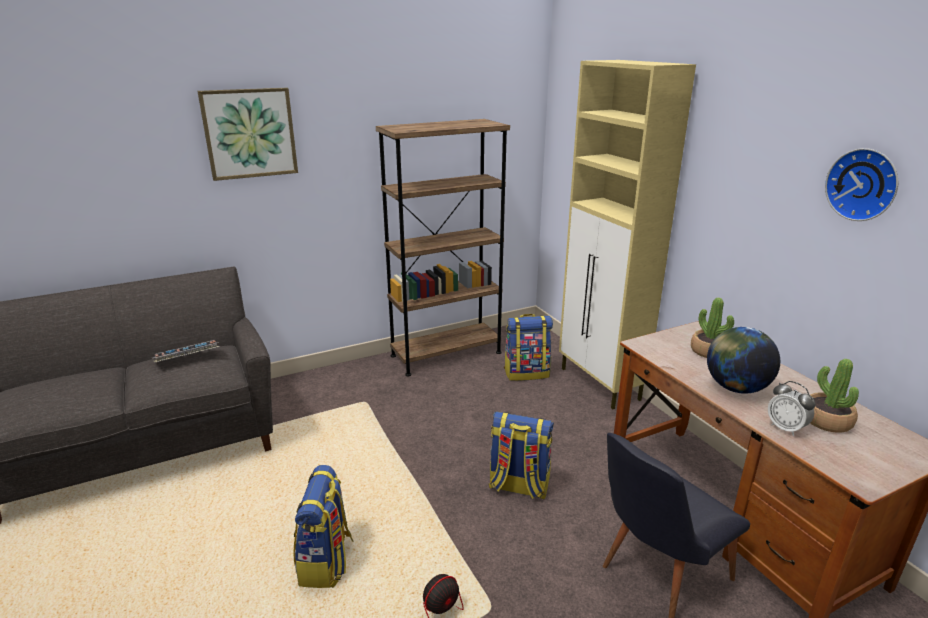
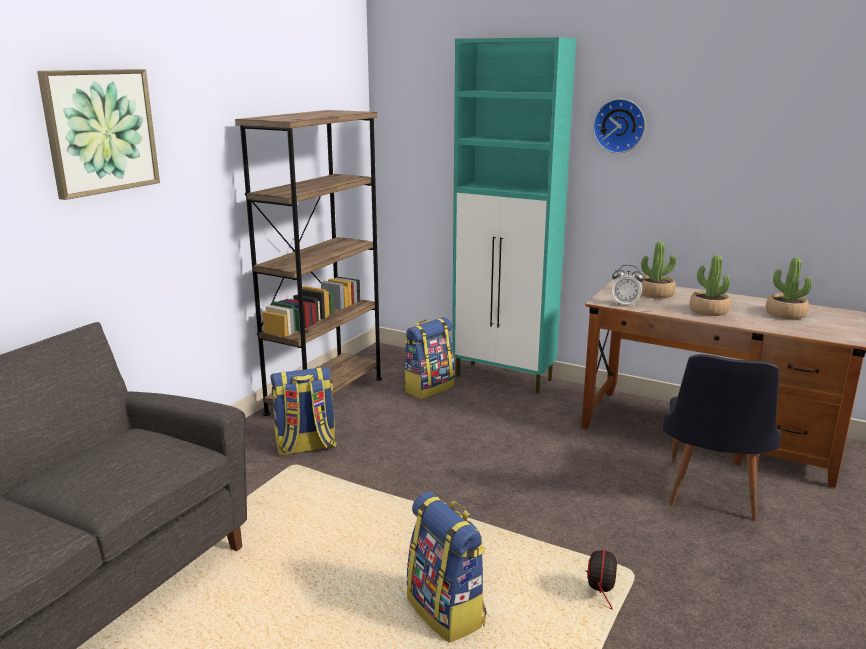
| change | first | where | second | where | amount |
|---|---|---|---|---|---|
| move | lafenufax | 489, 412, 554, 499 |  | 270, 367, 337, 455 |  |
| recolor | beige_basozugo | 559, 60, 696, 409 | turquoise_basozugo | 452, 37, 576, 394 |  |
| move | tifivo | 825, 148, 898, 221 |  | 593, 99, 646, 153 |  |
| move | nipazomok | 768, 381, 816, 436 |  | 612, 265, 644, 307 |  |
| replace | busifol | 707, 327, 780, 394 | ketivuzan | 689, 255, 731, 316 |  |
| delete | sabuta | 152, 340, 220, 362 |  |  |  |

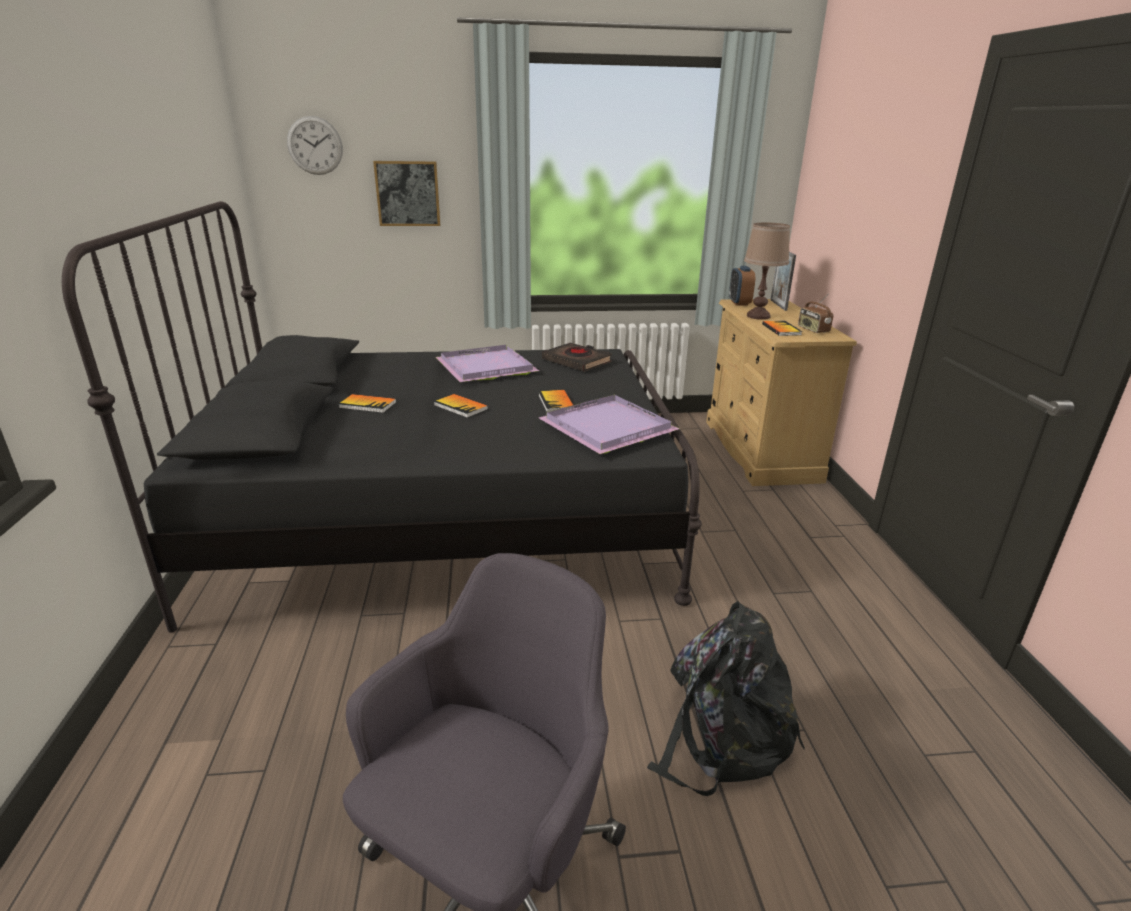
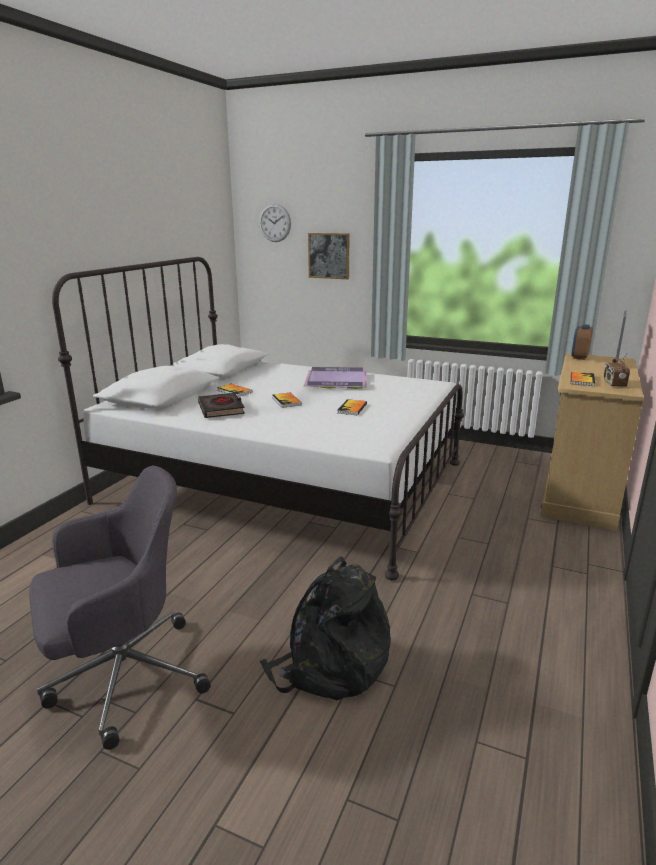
| change | first | where | second | where | amount |
|---|---|---|---|---|---|
| recolor | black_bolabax | 62, 201, 702, 633 | white_bolabax | 52, 257, 464, 580 |  |
| move | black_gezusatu | 542, 343, 612, 372 |  | 198, 393, 245, 418 |  |
| delete | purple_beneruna | 539, 395, 679, 454 |  |  |  |
| delete | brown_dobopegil | 744, 223, 790, 320 |  |  |  |

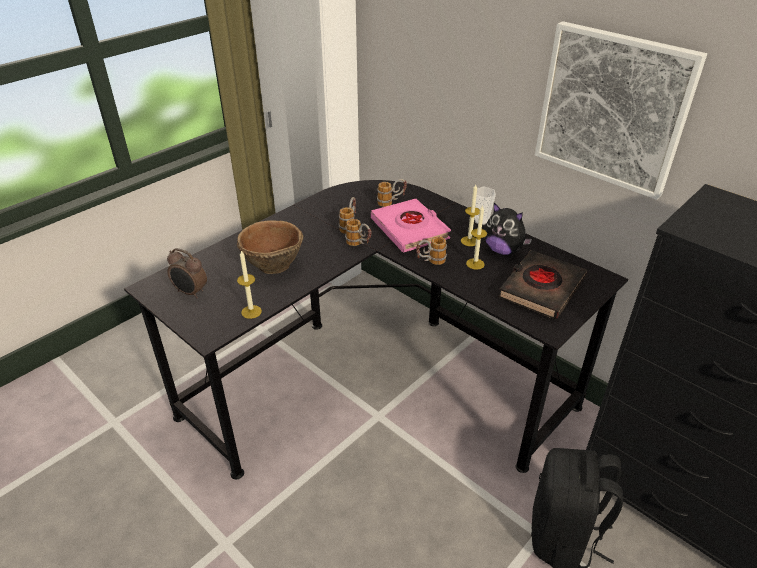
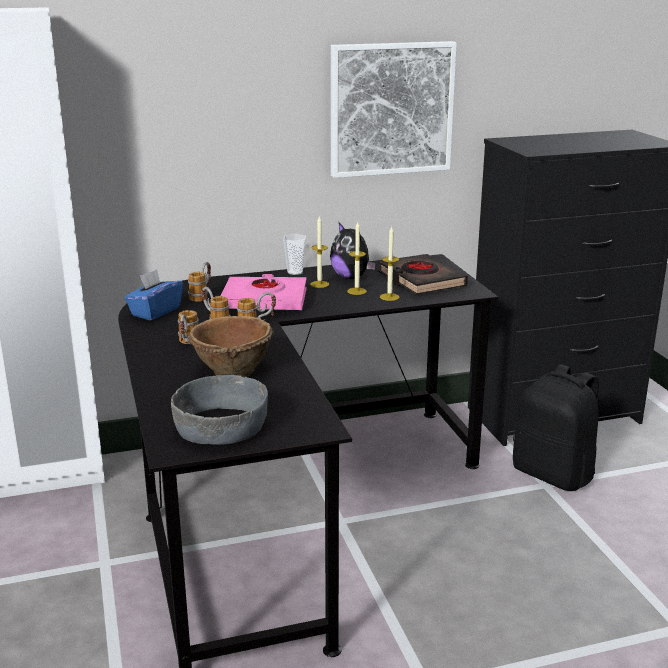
| change | first | where | second | where | amount |
|---|---|---|---|---|---|
| insert |  |  | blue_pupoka | 124, 269, 183, 321 |  |
| replace | nipazomok | 167, 248, 207, 298 | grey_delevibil | 171, 375, 268, 445 |  |
| move | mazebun | 416, 237, 447, 265 |  | 178, 310, 199, 344 |  |
| rotate | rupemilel | 485, 203, 532, 255 |  | 330, 223, 376, 279 | 75 degrees clockwise |
| move | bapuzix | 237, 251, 262, 319 |  | 380, 226, 399, 301 |  |

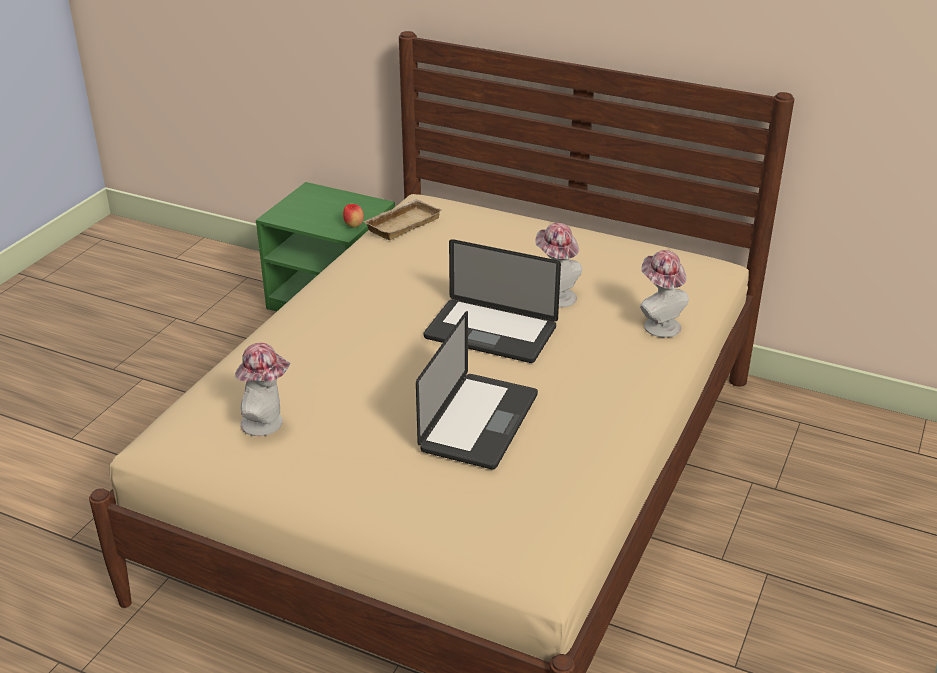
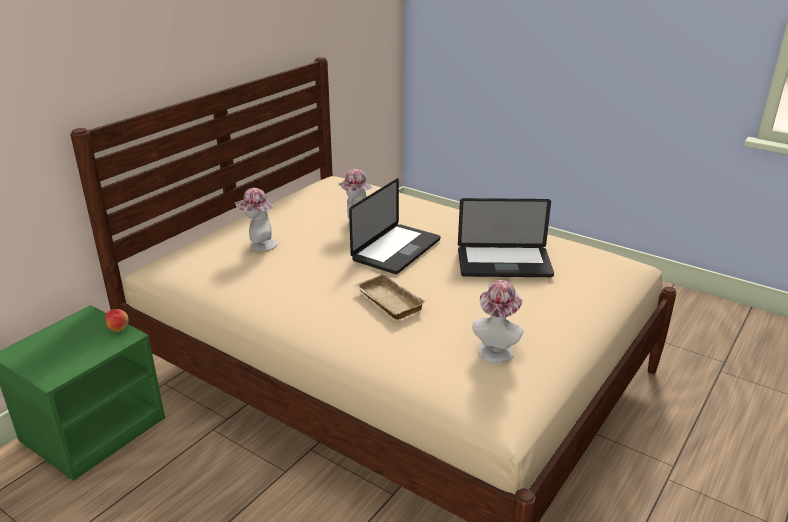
| change | first | where | second | where | amount |
|---|---|---|---|---|---|
| move | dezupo | 640, 250, 689, 338 |  | 235, 188, 277, 251 |  |
| move | beige_beneruna | 362, 199, 442, 240 |  | 354, 274, 426, 320 |  |
| rotate | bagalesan | 416, 311, 538, 470 |  | 458, 198, 554, 277 | 150 degrees clockwise |

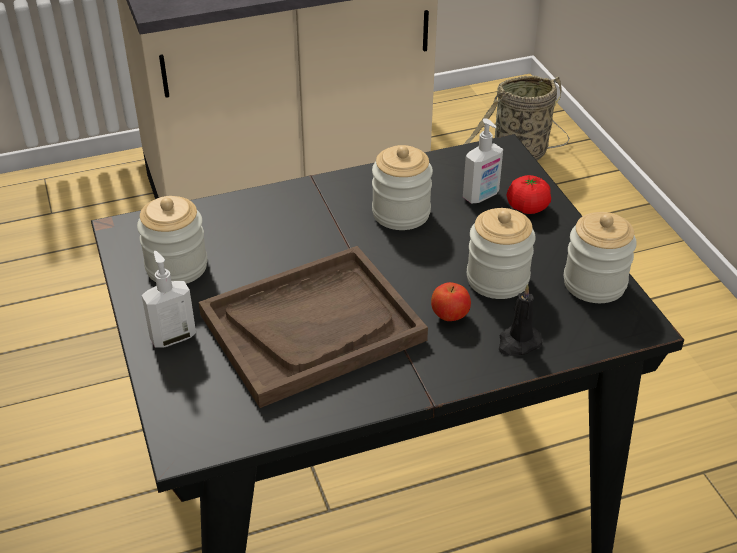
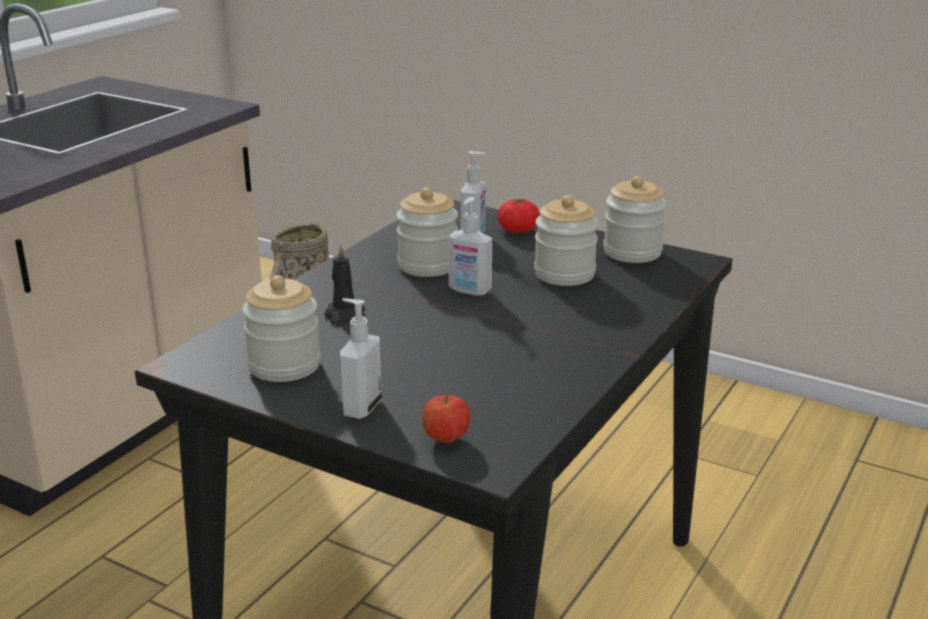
| change | first | where | second | where | amount |
|---|---|---|---|---|---|
| move | black_bapuzix | 499, 284, 543, 356 |  | 324, 244, 365, 325 |  |
| move | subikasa | 431, 282, 471, 321 |  | 423, 395, 470, 443 |  |
| insert |  |  | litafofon | 448, 197, 492, 296 |  |
| delete | brown_beneruna | 199, 246, 428, 408 |  |  |  |

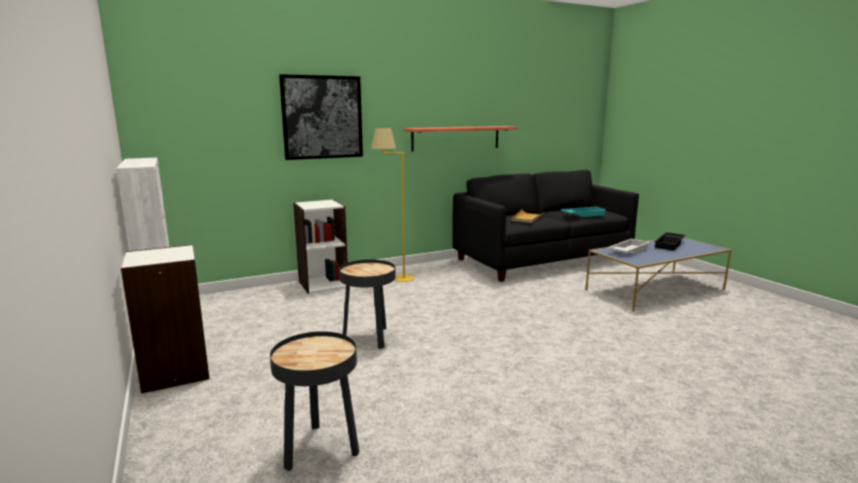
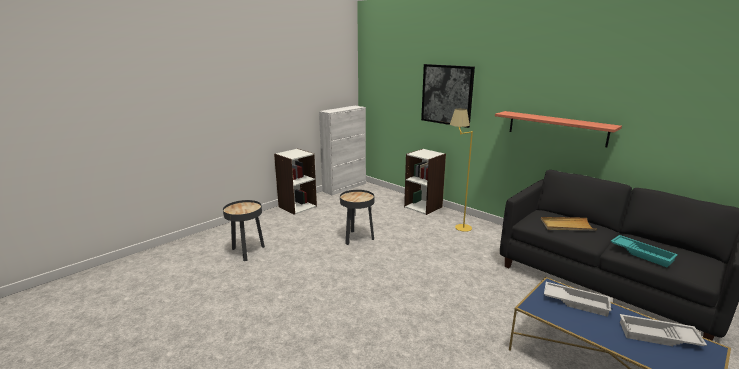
| change | first | where | second | where | amount |
|---|---|---|---|---|---|
| recolor | black_beneruna | 654, 232, 686, 251 | white_beneruna | 620, 314, 707, 346 |  |

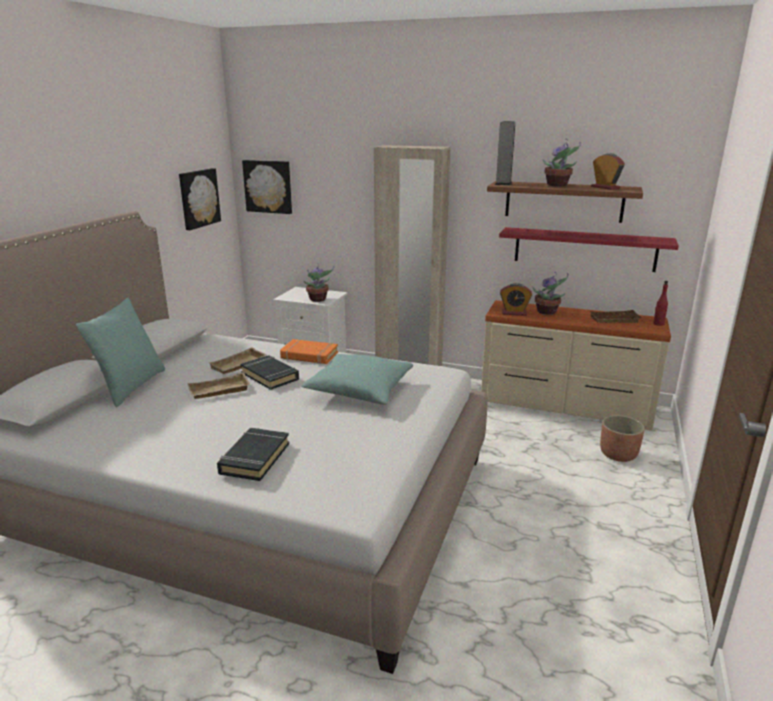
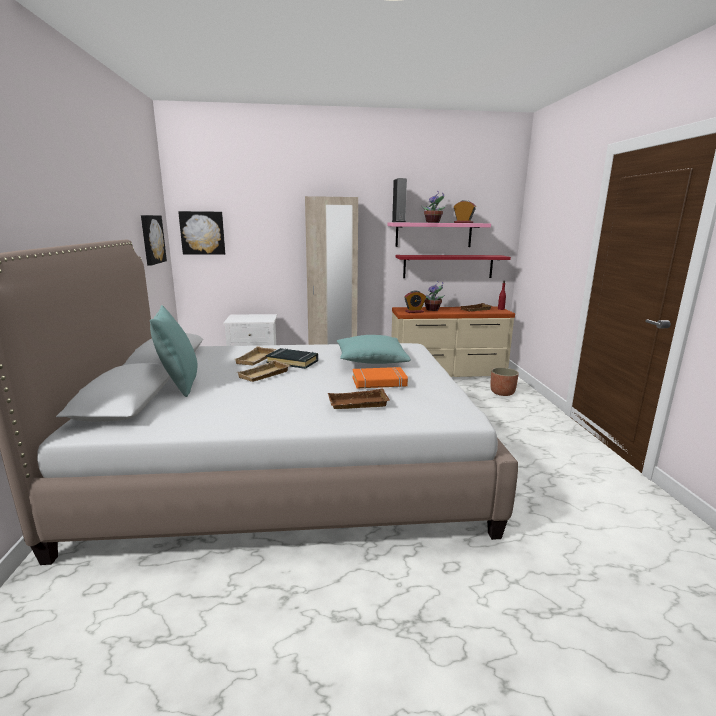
| change | first | where | second | where | amount |
|---|---|---|---|---|---|
| replace | black_gezusatu | 217, 428, 290, 481 | brown_beneruna | 328, 388, 389, 409 |  |
| move | orange_gezusatu | 280, 339, 338, 364 |  | 353, 367, 408, 389 |  |
| recolor | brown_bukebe | 487, 181, 643, 223 | pink_bukebe | 388, 222, 491, 247 |  |
| delete | ketivuzan | 303, 263, 334, 302 |  |  |  |

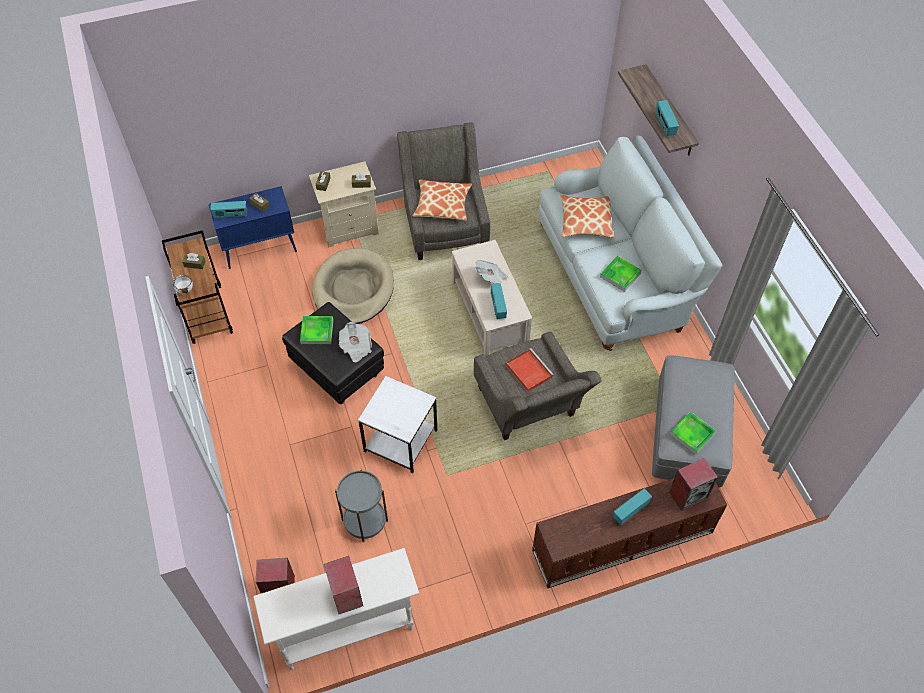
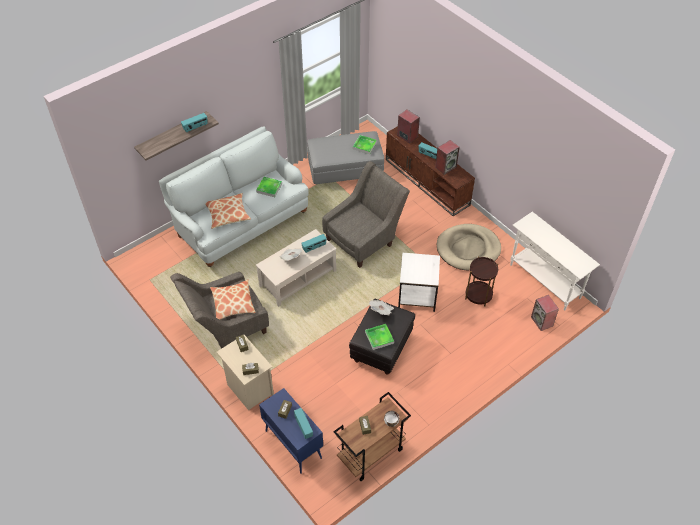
| change | first | where | second | where | amount |
|---|---|---|---|---|---|
| move | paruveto | 324, 556, 363, 614 |  | 435, 140, 459, 175 |  |
| move | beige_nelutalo | 312, 248, 394, 324 |  | 437, 224, 501, 270 |  |
| recolor | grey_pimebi | 335, 469, 388, 542 | brown_pimebi | 465, 256, 498, 307 |  |
| delete | red_beneruna | 506, 348, 554, 392 |  |  |  |

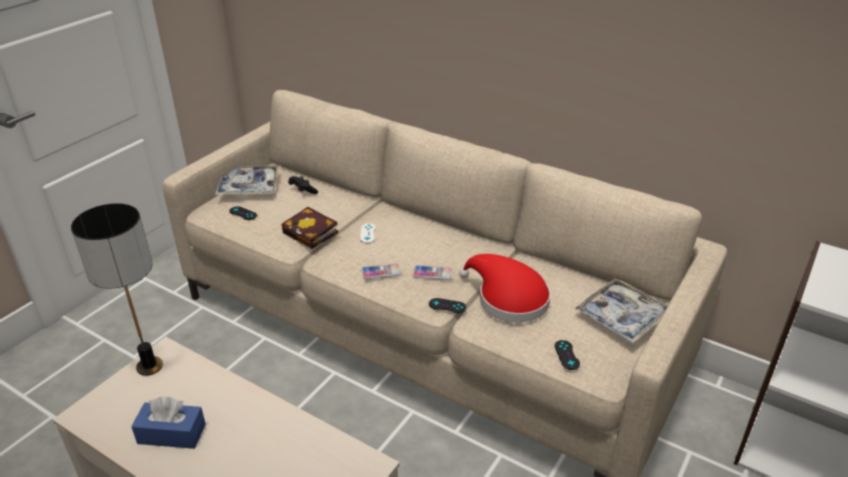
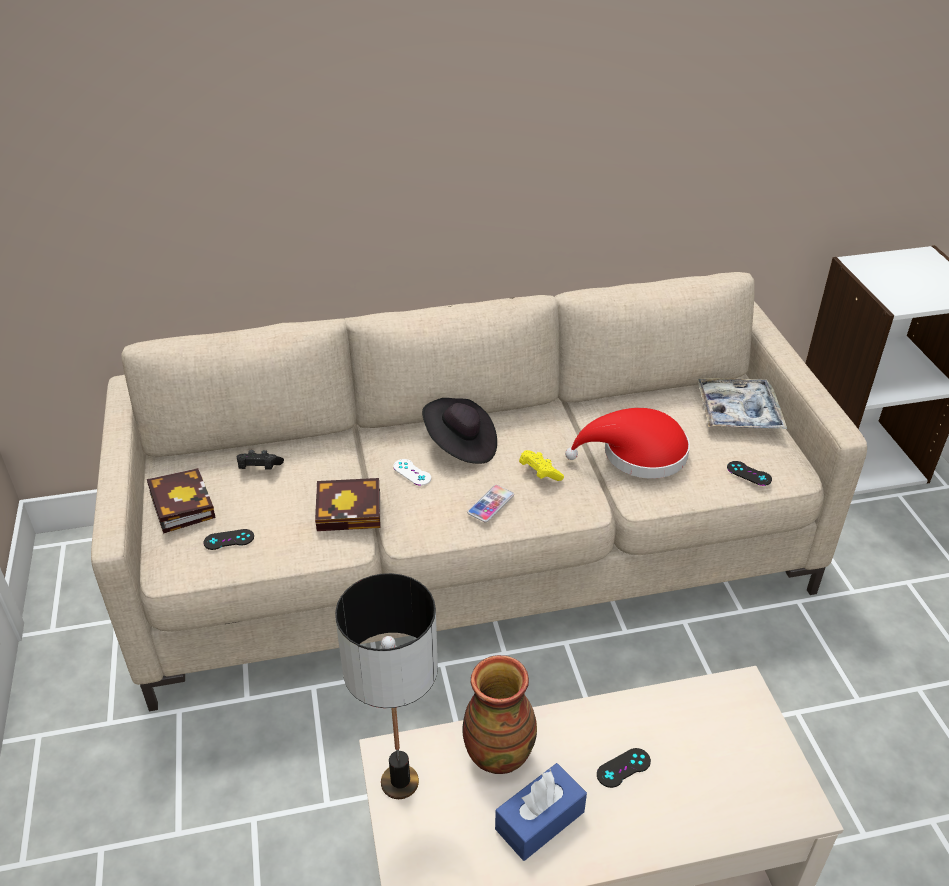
| change | first | where | second | where | amount |
|---|---|---|---|---|---|
| replace | beneruna | 215, 166, 279, 195 | gezusatu | 147, 468, 216, 534 |  |
| insert |  |  | black_dezupo | 422, 398, 497, 464 |  |
| insert |  |  | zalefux | 462, 655, 537, 774 |  |
| replace | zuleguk | 413, 265, 453, 280 | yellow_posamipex | 519, 450, 564, 481 |  |
| move | black_posamipex | 429, 298, 466, 313 |  | 597, 748, 651, 788 |  |

